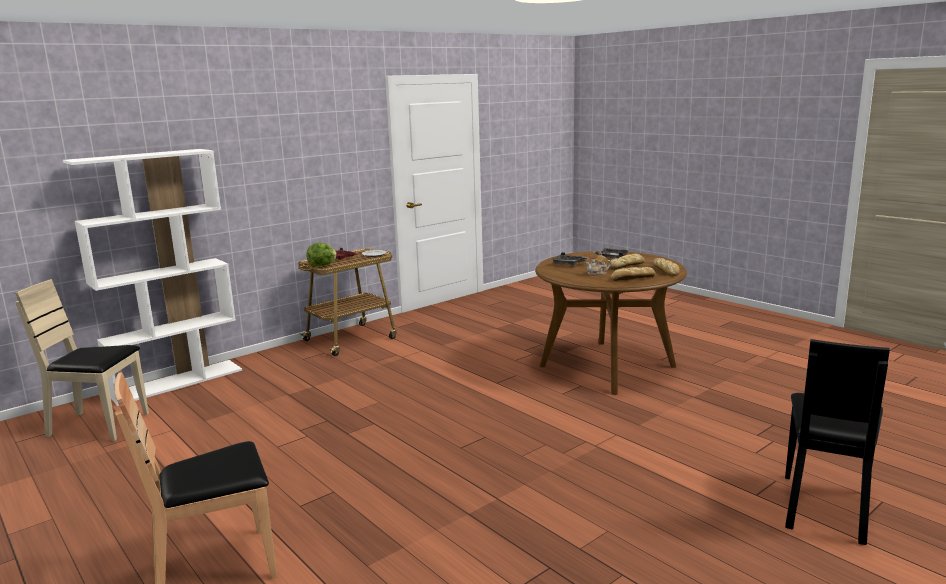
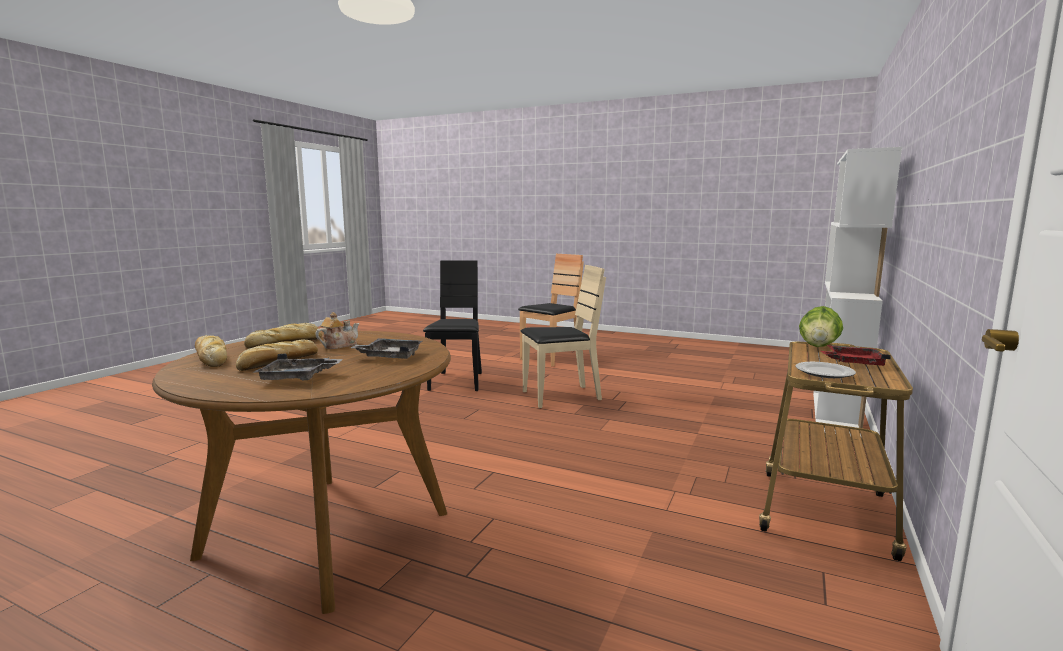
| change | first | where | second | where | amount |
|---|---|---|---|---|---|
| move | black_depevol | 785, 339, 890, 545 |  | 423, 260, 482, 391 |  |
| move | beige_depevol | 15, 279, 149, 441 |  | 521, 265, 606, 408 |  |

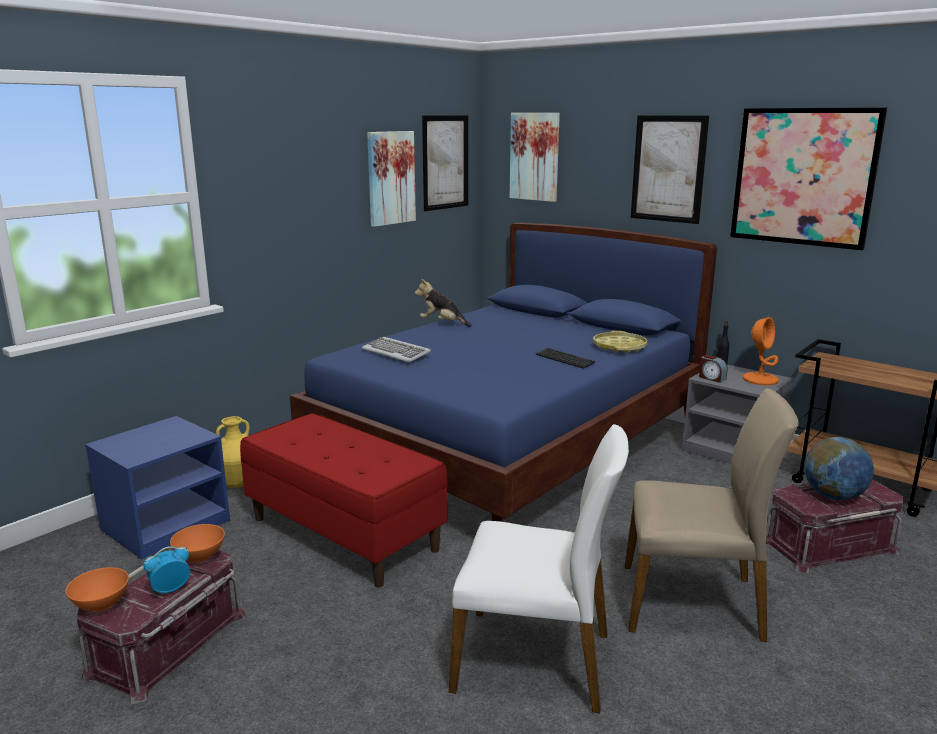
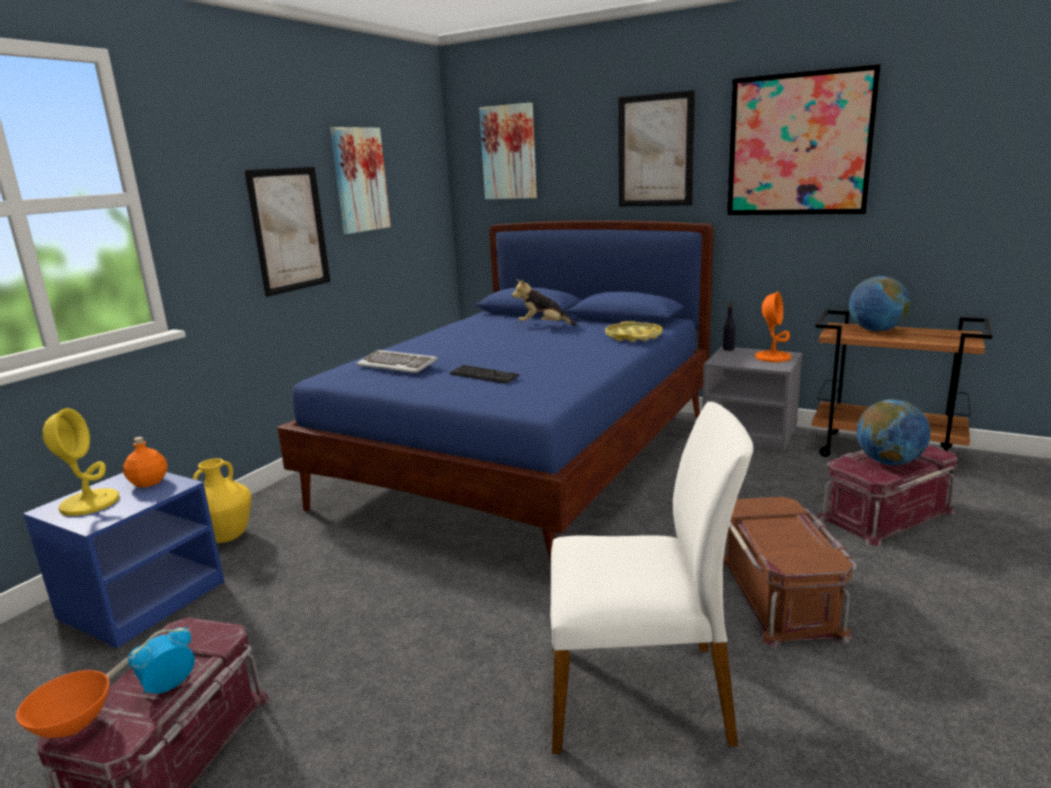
| change | first | where | second | where | amount |
|---|---|---|---|---|---|
| insert |  |  | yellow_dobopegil | 43, 408, 119, 516 |  |
| insert |  |  | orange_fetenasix | 123, 437, 167, 487 |  |
| move | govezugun | 422, 115, 468, 211 |  | 244, 167, 331, 297 |  |
| move | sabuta | 536, 348, 596, 369 |  | 449, 365, 520, 384 |  |
| move | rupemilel | 415, 279, 472, 327 |  | 512, 279, 577, 326 |  |
| replace | beige_depevol | 625, 388, 799, 642 | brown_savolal | 723, 497, 857, 647 |  |
| insert |  |  | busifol | 849, 276, 910, 331 |  |
| delete | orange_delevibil | 170, 524, 225, 563 |  |  |  |
| delete | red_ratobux | 240, 413, 448, 587 |  |  |  |
| delete | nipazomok | 699, 355, 727, 383 |  |  |  |

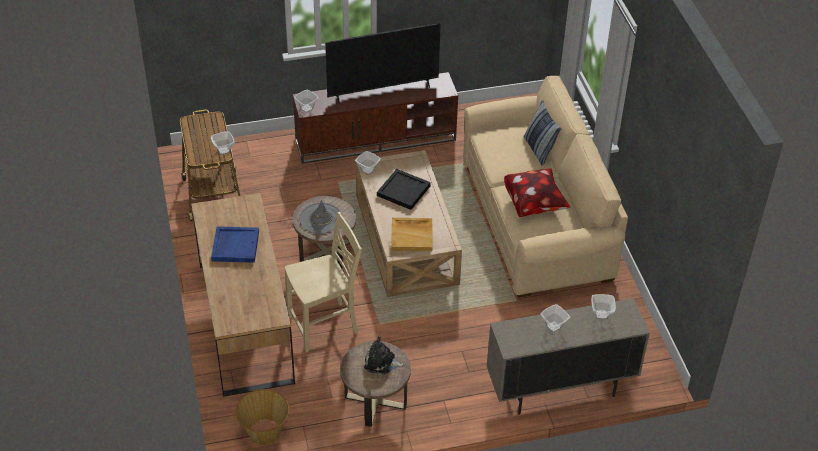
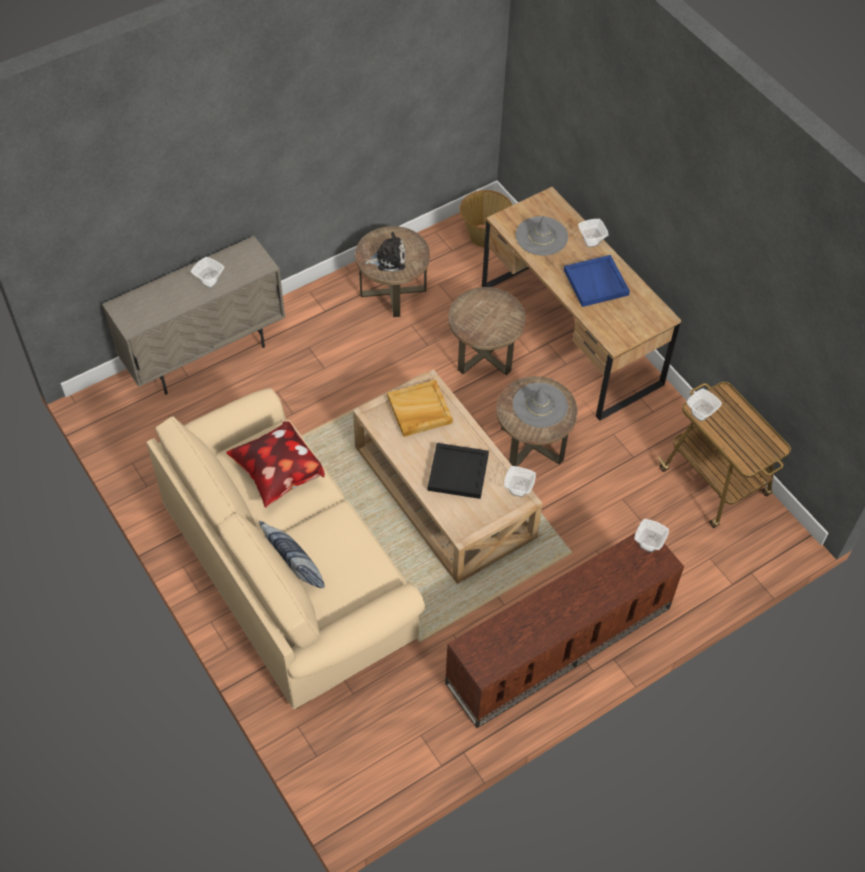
| change | first | where | second | where | amount |
|---|---|---|---|---|---|
| replace | beige_depevol | 285, 212, 362, 353 | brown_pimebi | 448, 287, 526, 375 |  |
| insert |  |  | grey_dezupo | 516, 215, 568, 256 |  |
| move | delevibil | 591, 294, 616, 319 |  | 578, 219, 609, 248 |  |
| delete | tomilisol | 325, 23, 441, 104 |  |  |  |

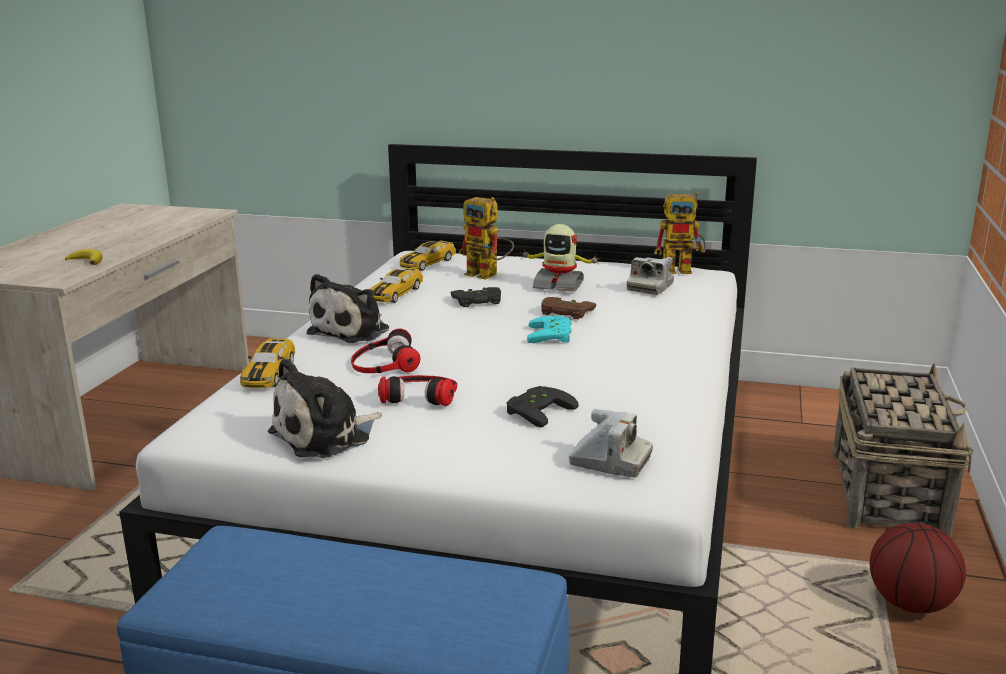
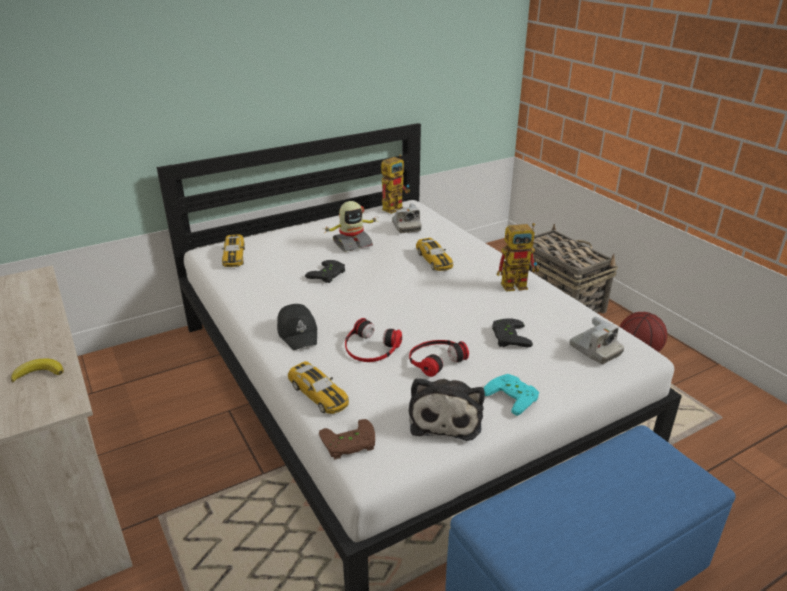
| change | first | where | second | where | amount |
|---|---|---|---|---|---|
| replace | rupemilel | 307, 274, 389, 343 | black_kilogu | 277, 304, 318, 350 |  |
| move | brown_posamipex | 541, 297, 596, 319 |  | 319, 419, 375, 460 |  |
| move | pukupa | 370, 267, 423, 303 |  | 416, 238, 453, 271 |  |
| move | turquoise_posamipex | 527, 316, 572, 343 |  | 484, 374, 539, 416 |  |
| move | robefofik | 459, 197, 514, 280 |  | 497, 223, 539, 292 |  |
| rotate | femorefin | 569, 409, 653, 477 |  | 570, 317, 624, 364 | 75 degrees clockwise |

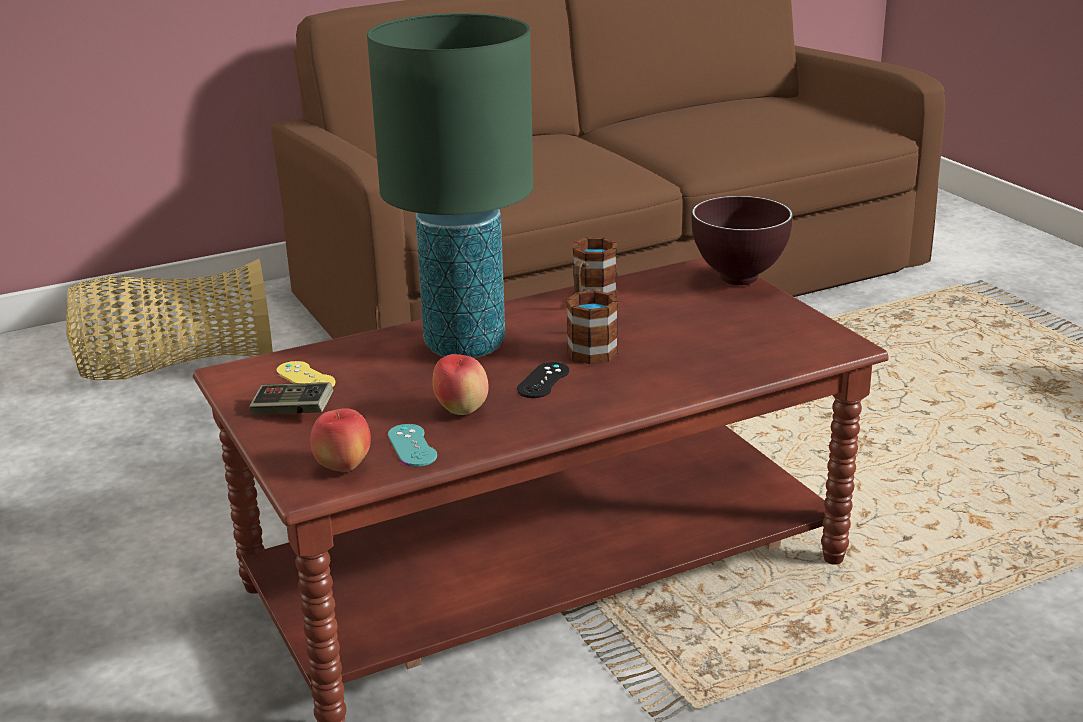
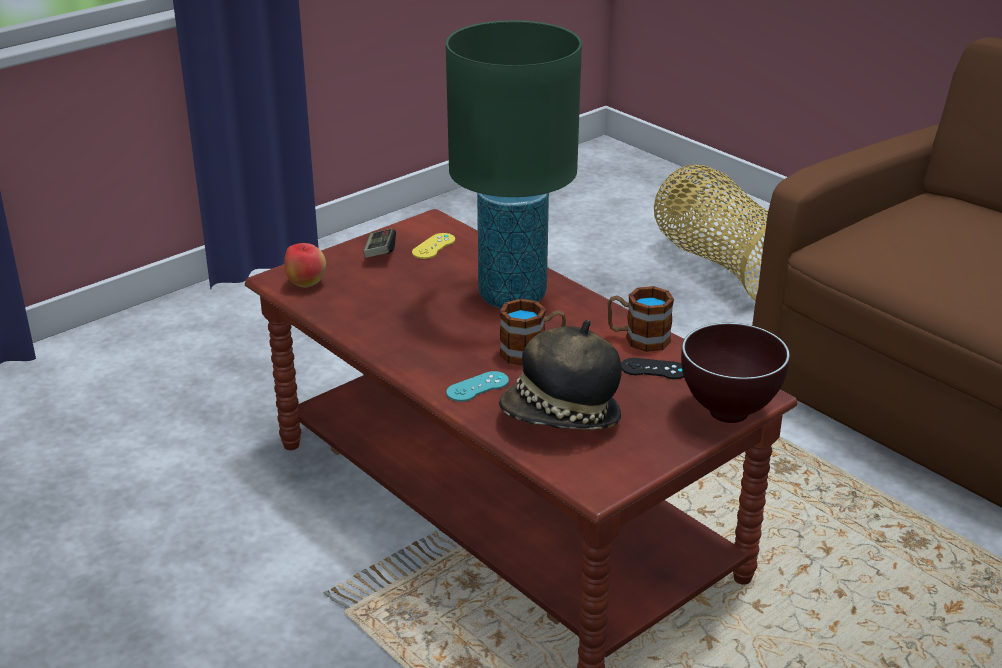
| change | first | where | second | where | amount |
|---|---|---|---|---|---|
| move | turquoise_posamipex | 388, 424, 437, 467 |  | 446, 371, 509, 402 |  |
| insert |  |  | dezupo | 499, 320, 622, 430 |  |
| move | black_posamipex | 517, 362, 569, 398 |  | 621, 358, 684, 379 |  |
| delete | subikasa | 433, 354, 489, 415 |  |  |  |

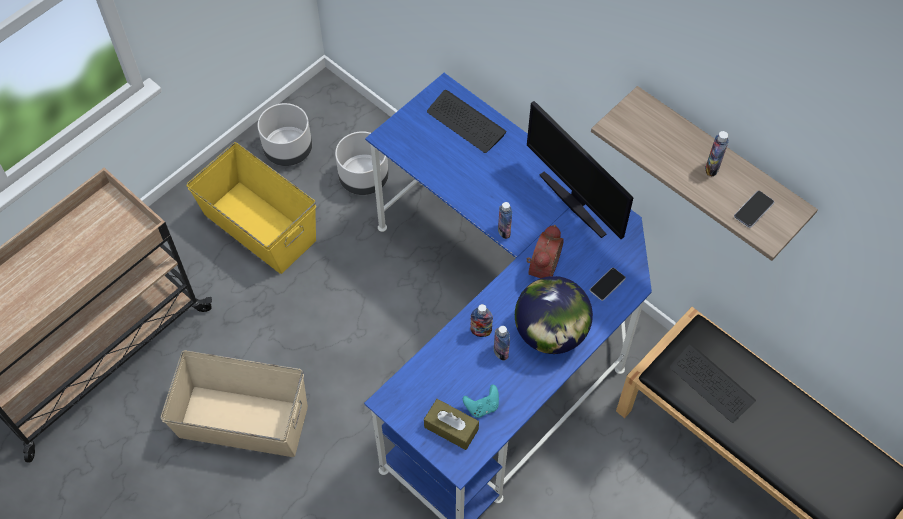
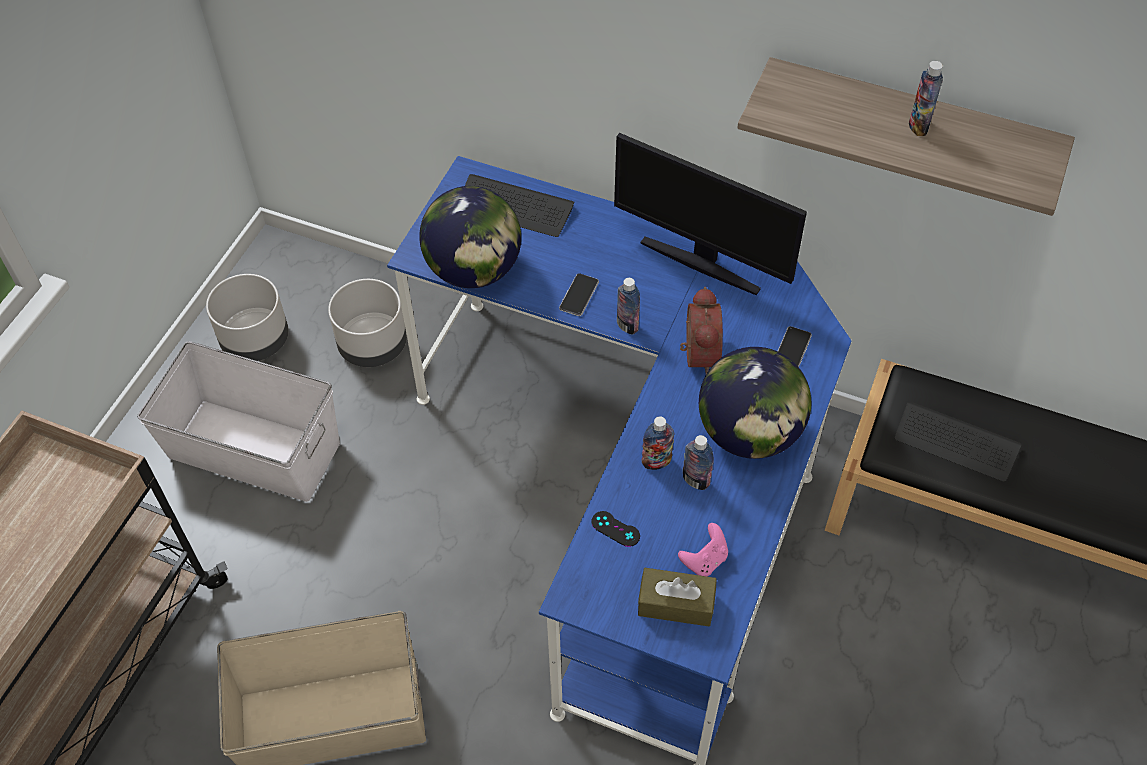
| change | first | where | second | where | amount |
|---|---|---|---|---|---|
| recolor | yellow_savolal | 186, 142, 316, 274 | white_savolal | 137, 341, 340, 502 |  |
| insert |  |  | busifol | 419, 186, 521, 288 |  |
| move | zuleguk | 734, 191, 774, 228 |  | 559, 273, 599, 316 |  |
| insert |  |  | black_posamipex | 591, 511, 640, 547 |  |
| recolor | turquoise_posamipex | 463, 384, 499, 418 | pink_posamipex | 678, 523, 728, 576 |  |

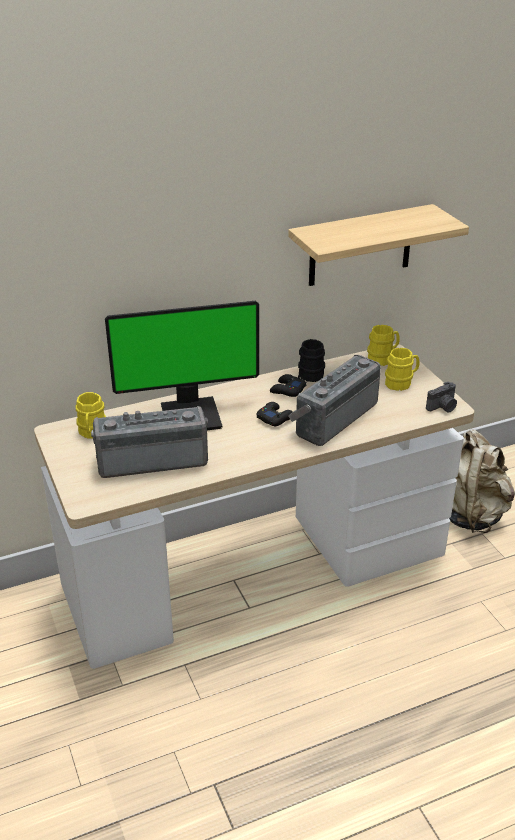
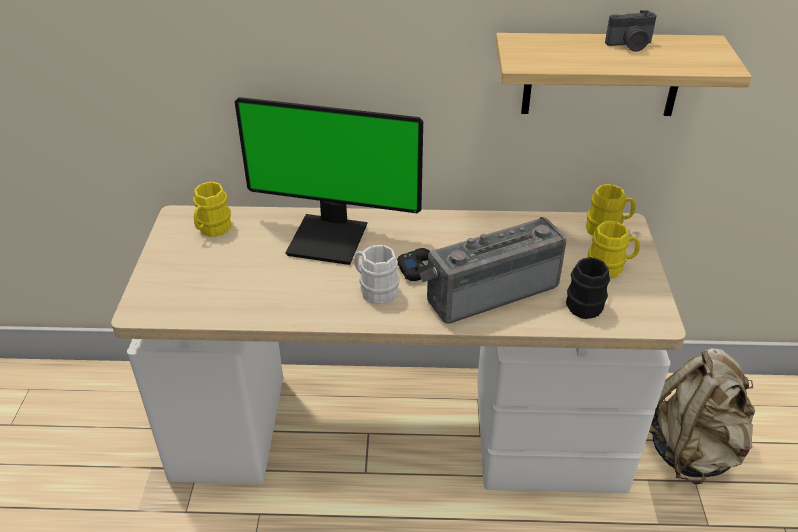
| change | first | where | second | where | amount |
|---|---|---|---|---|---|
| insert |  |  | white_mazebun | 354, 245, 399, 304 |  |
| move | black_mazebun | 298, 339, 325, 382 |  | 566, 257, 610, 319 |  |
| move | femorefin | 426, 382, 457, 413 |  | 605, 10, 657, 52 |  |
| delete | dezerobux | 91, 406, 208, 478 |  |  |  |
| delete | black_posamipex | 270, 374, 307, 397 |  |  |  |

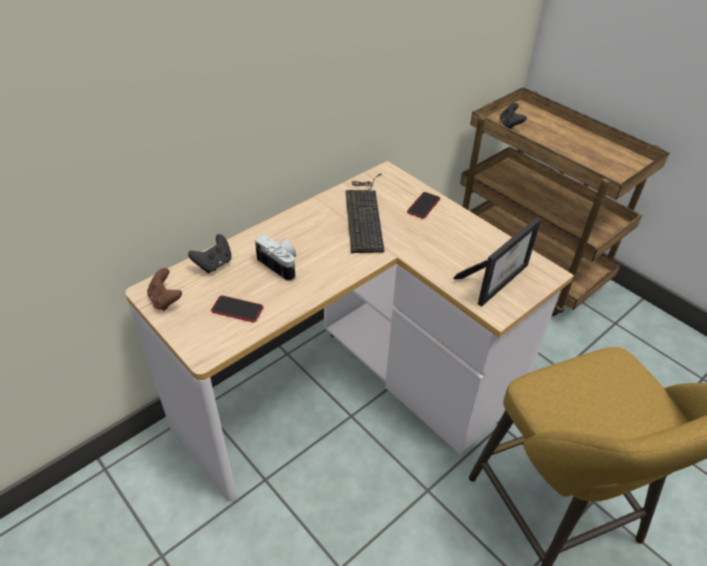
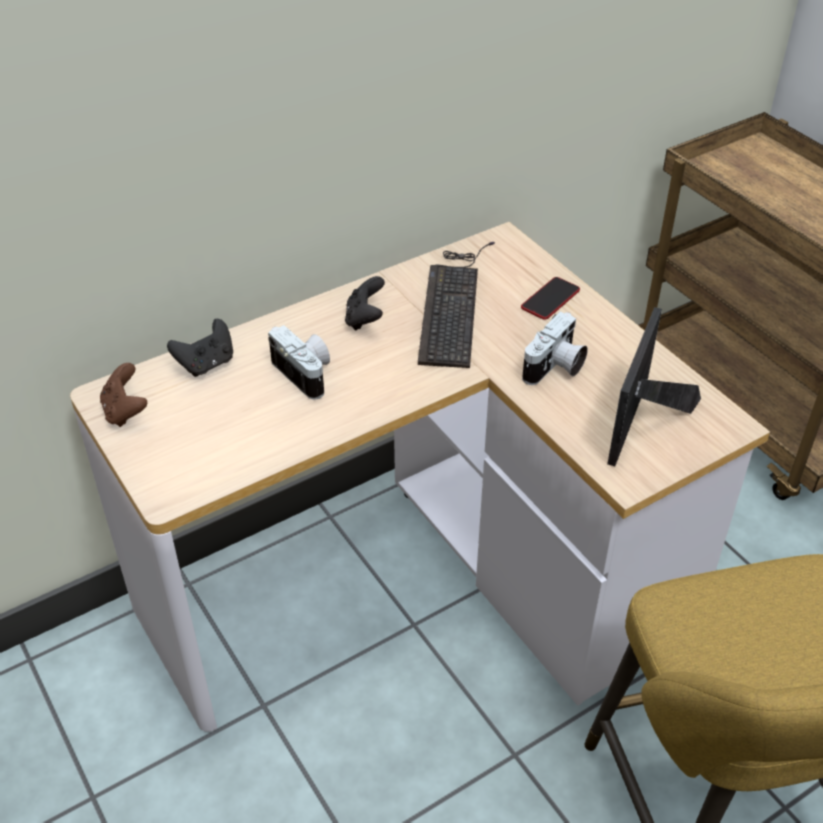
| change | first | where | second | where | amount |
|---|---|---|---|---|---|
| move | black_posamipex | 500, 103, 527, 129 |  | 345, 276, 385, 331 |  |
| insert |  |  | femorefin | 522, 312, 588, 385 |  |
| rotate | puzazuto | 453, 217, 541, 307 |  | 607, 307, 701, 466 | 150 degrees clockwise |
| delete | zuleguk | 211, 296, 264, 322 |  |  |  |

